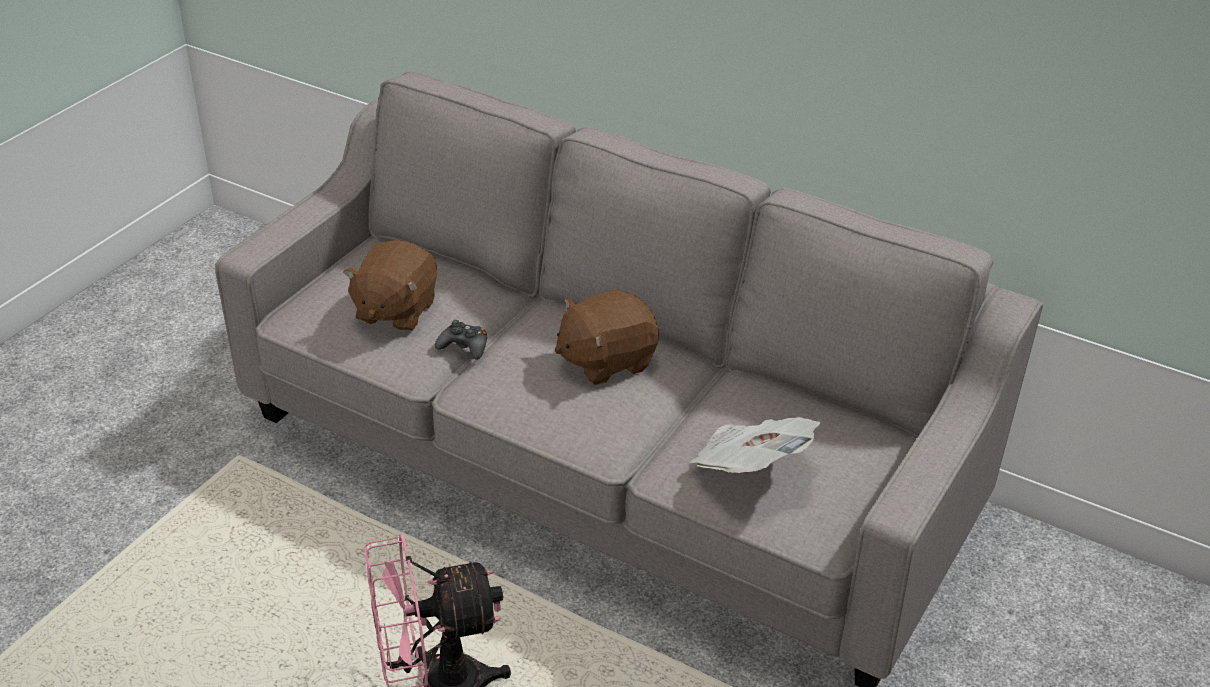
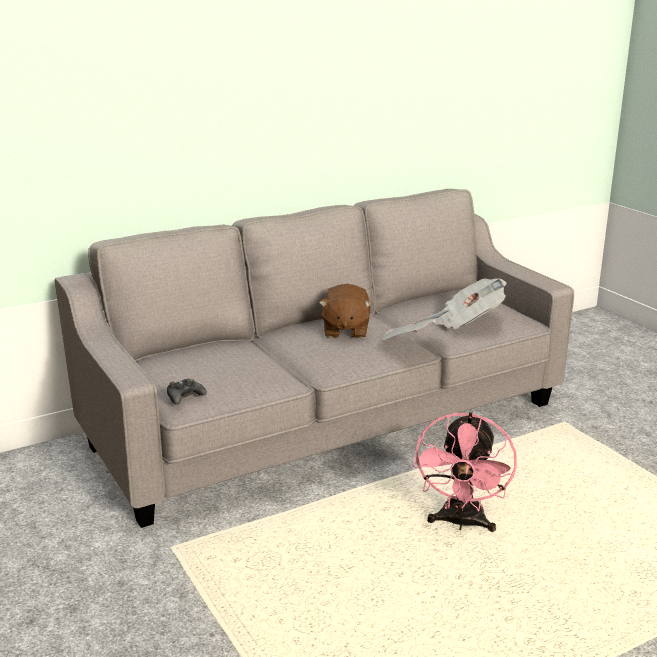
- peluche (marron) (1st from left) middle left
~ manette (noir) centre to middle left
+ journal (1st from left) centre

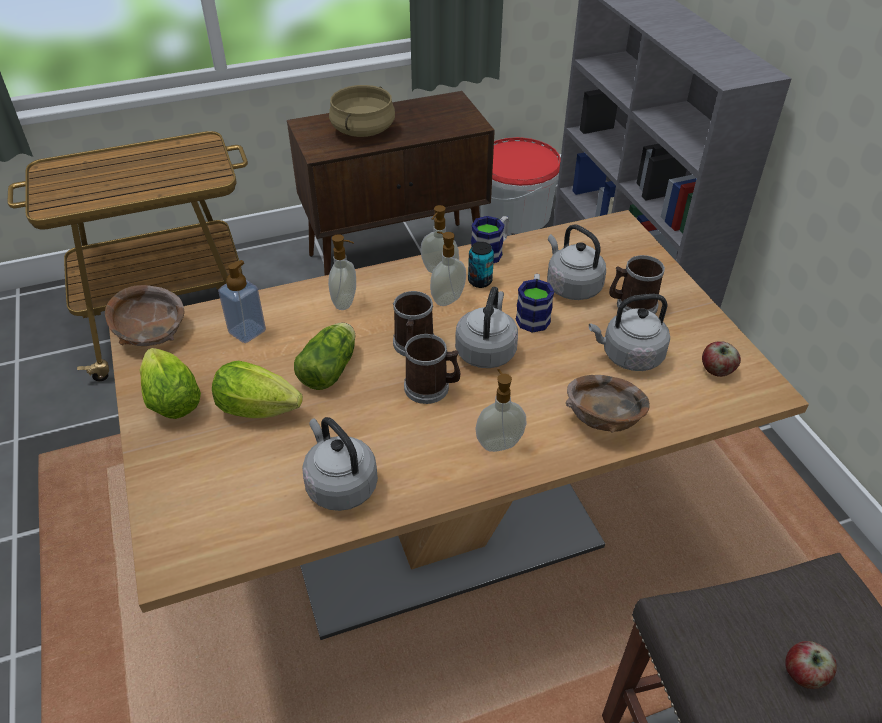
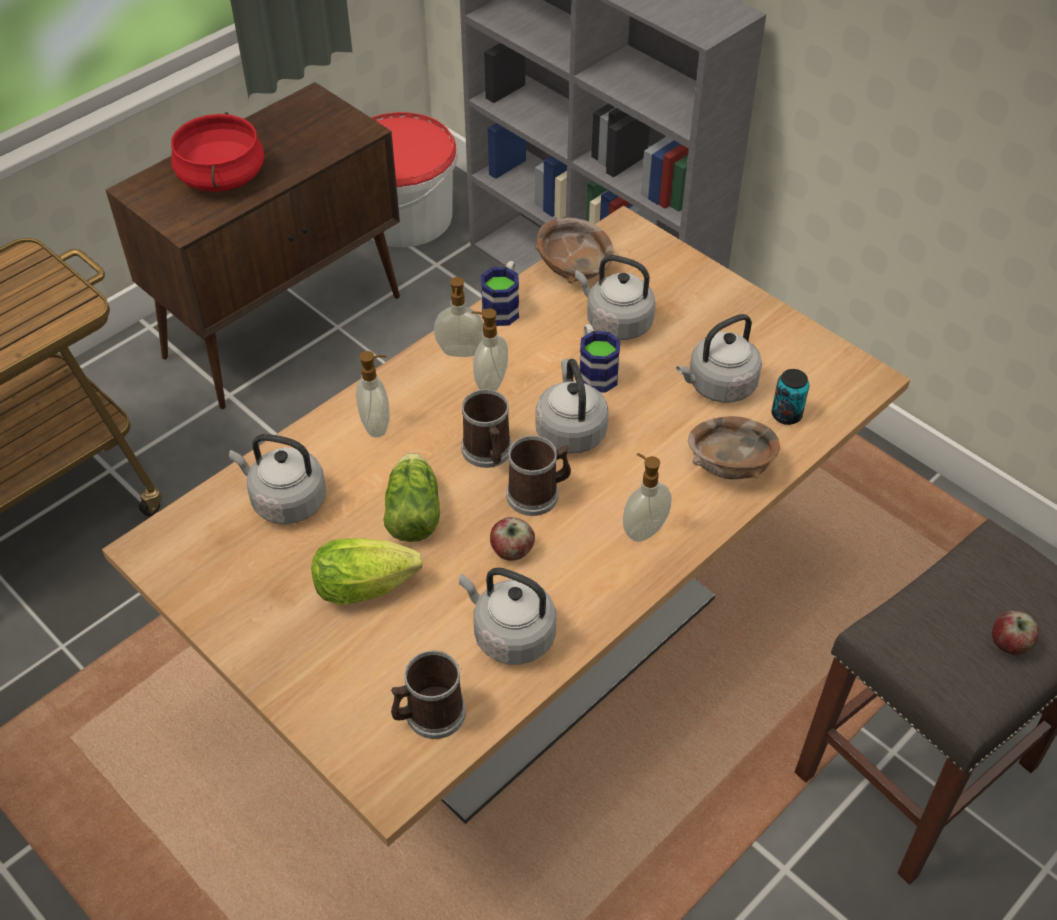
~ bol (marron) (1st from left) middle left to top centre
- laitue (1st from left) middle left
~ distributeur de savon (1st from left) middle left to bouilloire (gris) (1st from left) middle left
~ marmite (beige) top centre to marmite (rouge) top left
~ boîte métallique centre to middle right
~ mug (5th from left in the first image) middle right to mug (1st from left) bottom centre
~ pomme (1st from left) middle right to centre

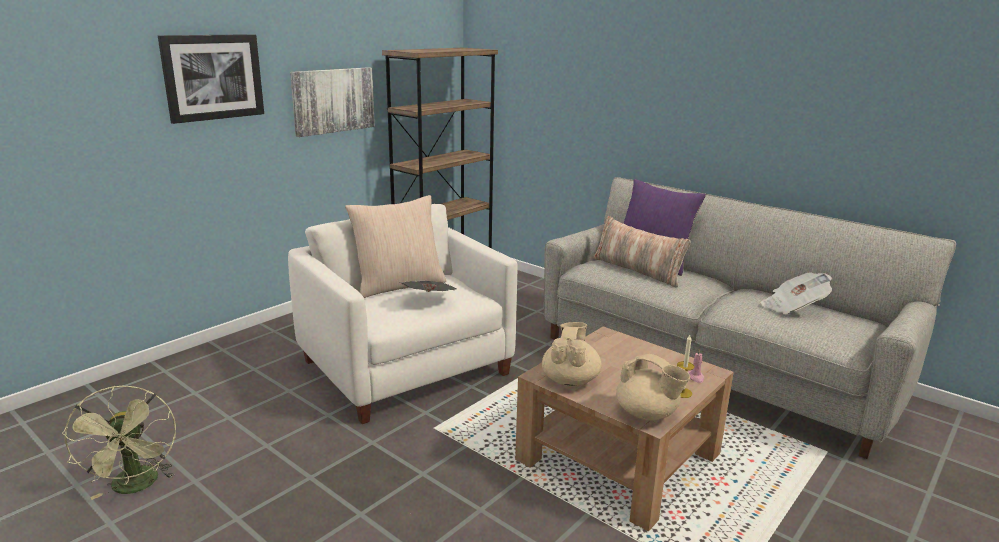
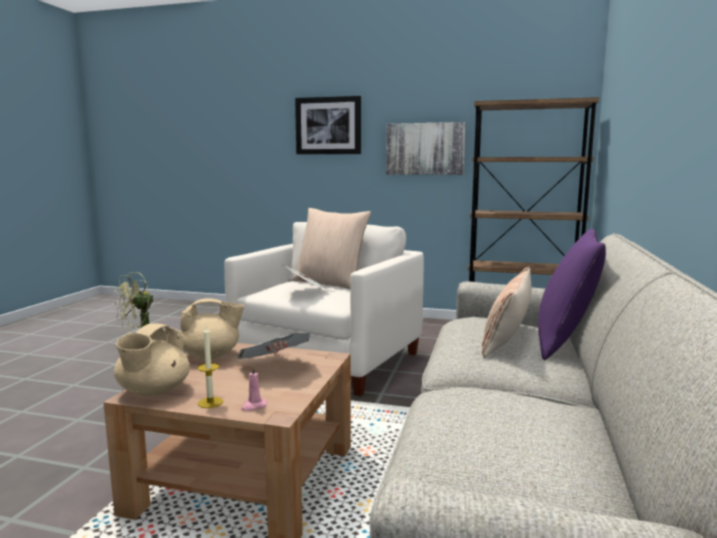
~ journal (2nd from left in the first image) middle right to journal (1st from left) centre

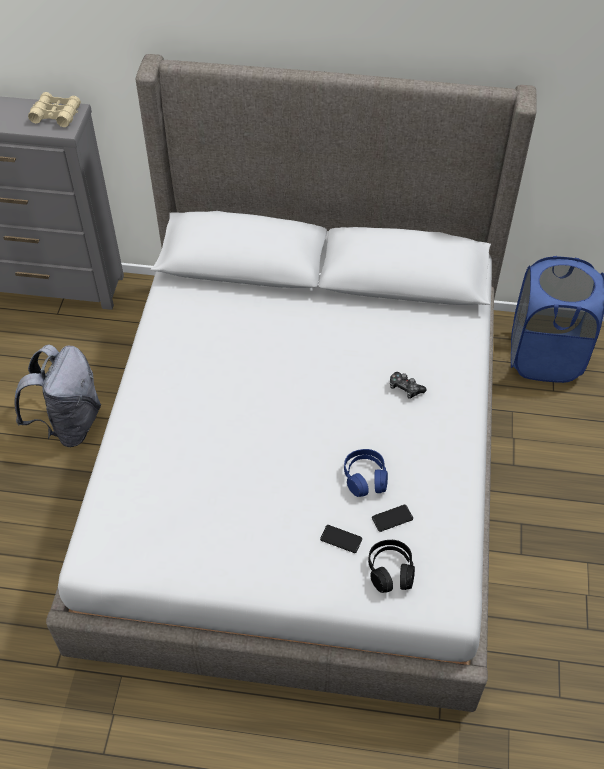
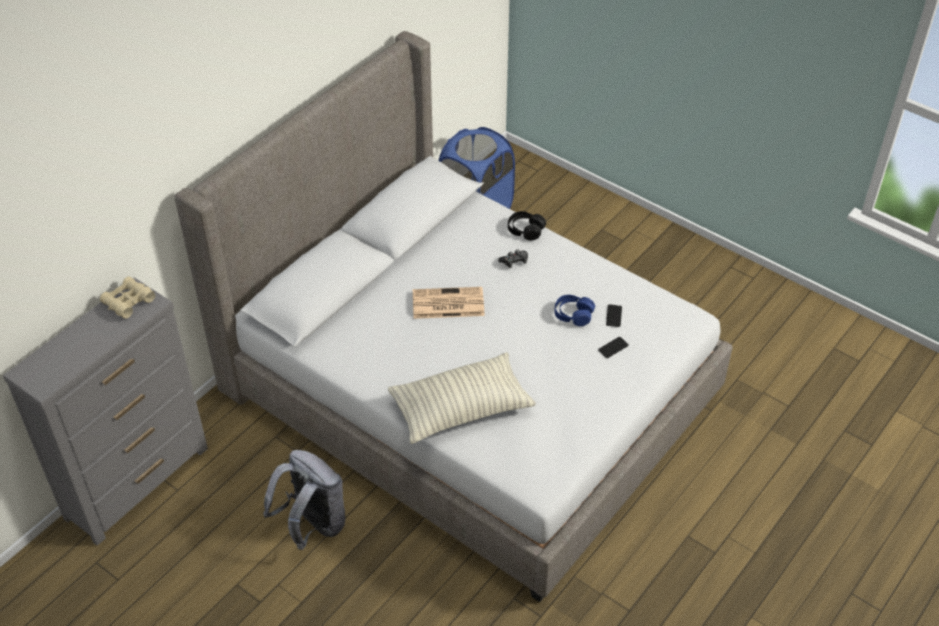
~ casque audio (noir) bottom centre to centre
+ coussin centre
+ journal centre

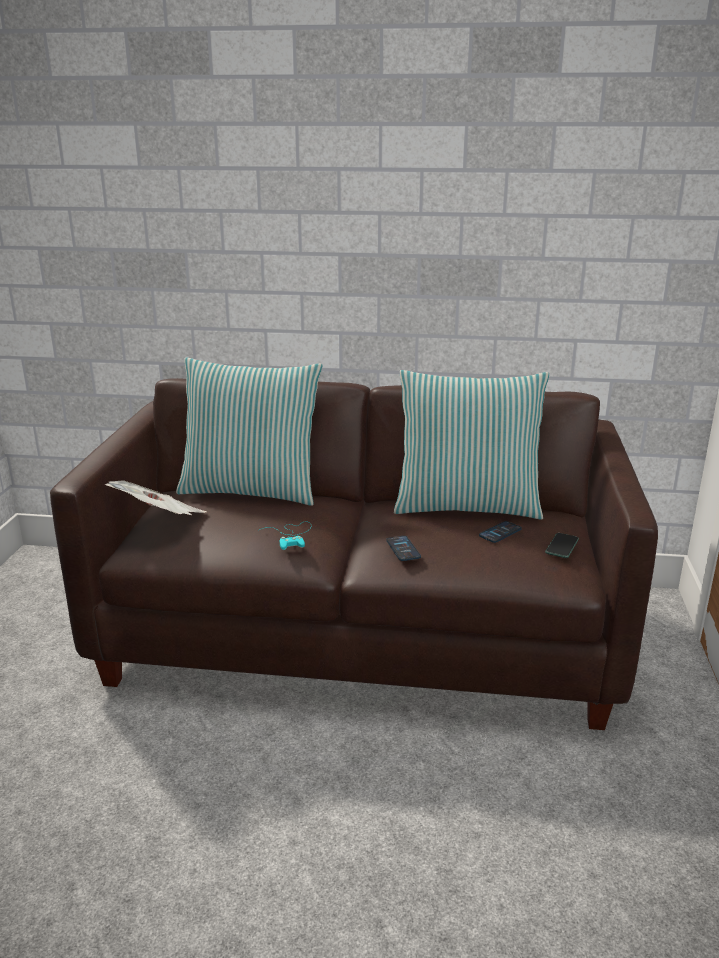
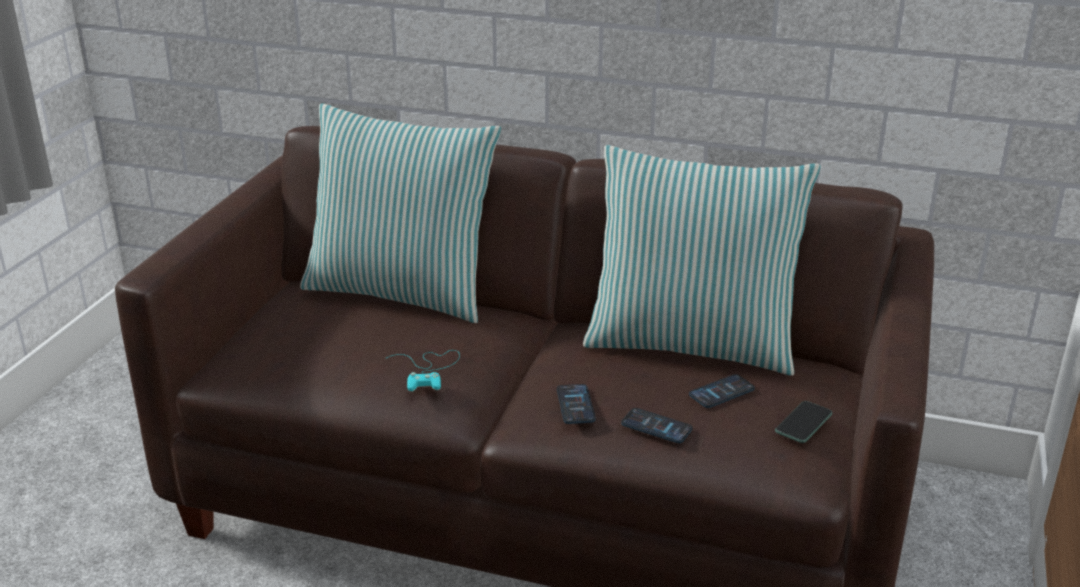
- journal middle left
+ téléphone (2nd from left) bottom centre

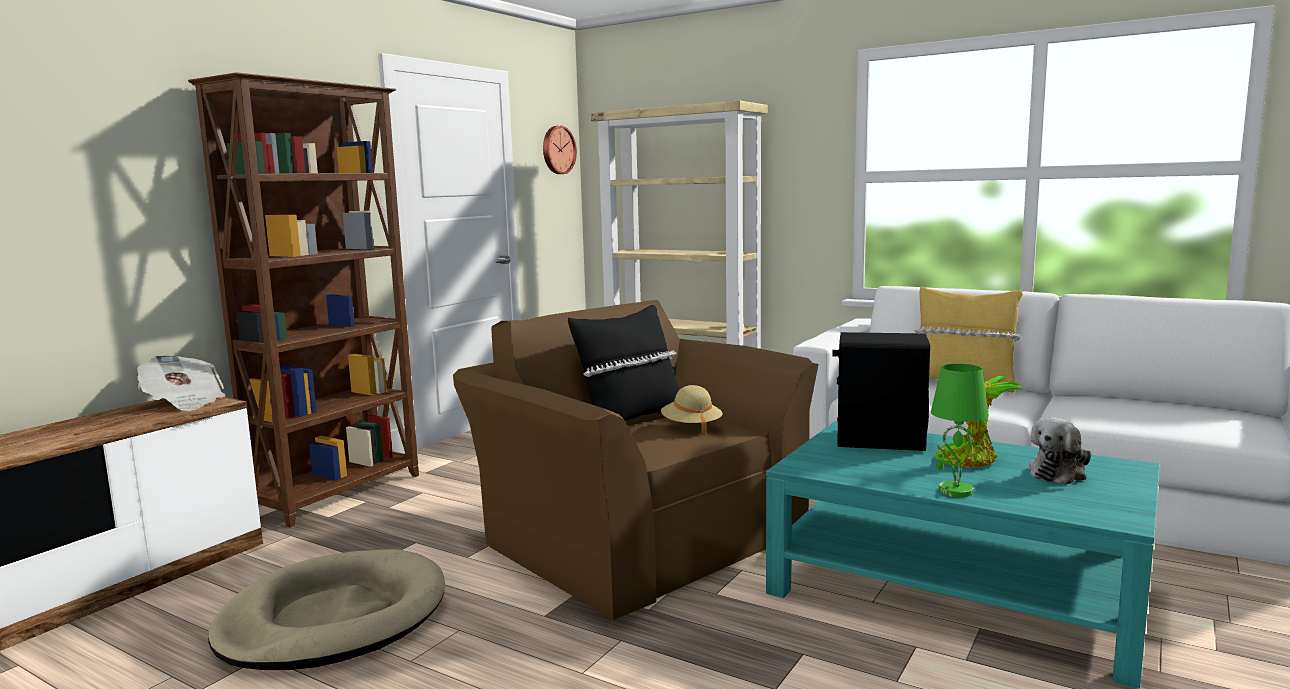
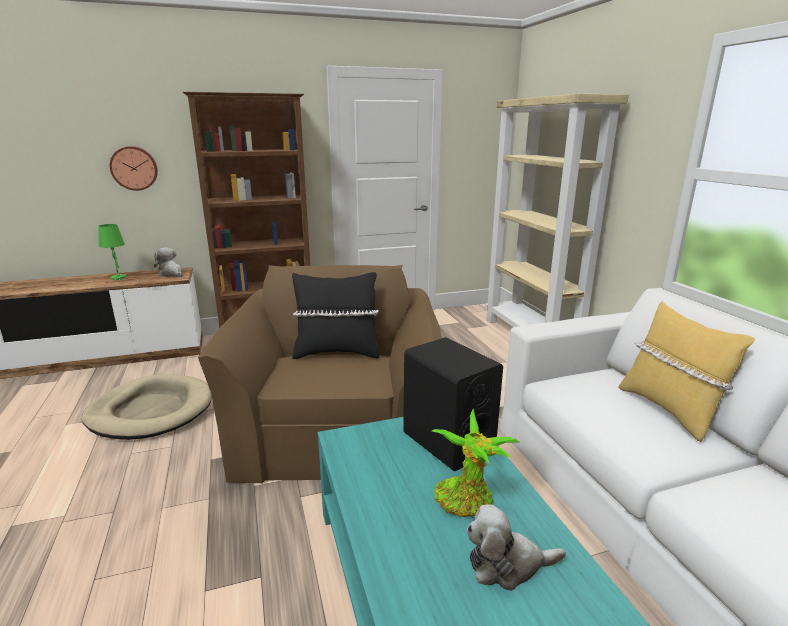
~ journal middle left to peluche (1st from left) middle left
~ horloge murale top centre to top left
- chapeau (beige) centre
~ lampe de table (vert) middle right to middle left

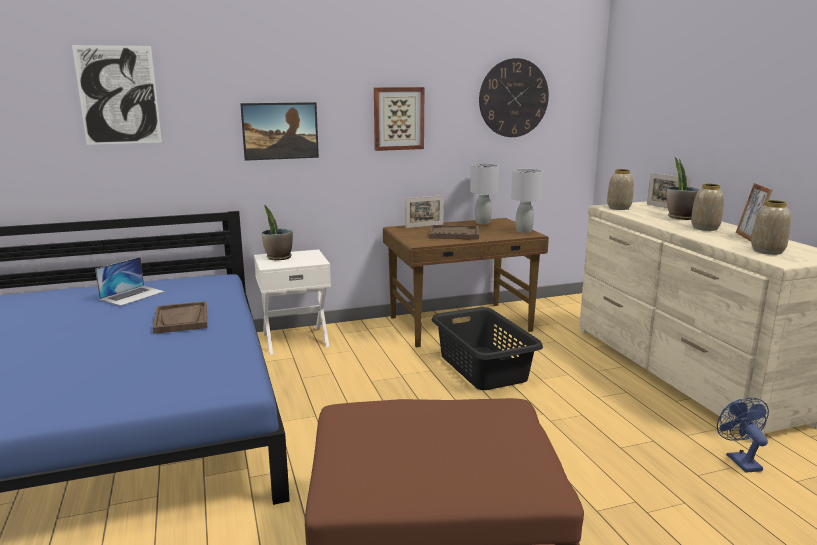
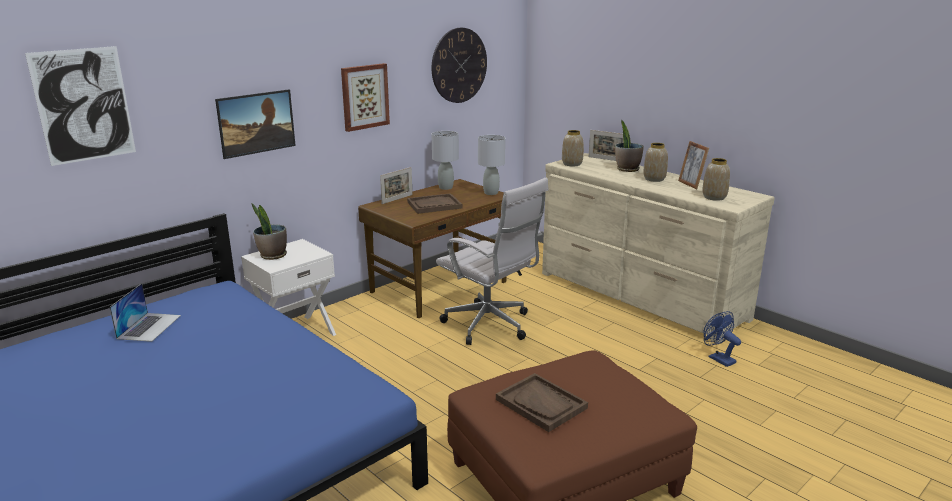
~ plateau (marron) (1st from left in the first image) middle left to plateau (marron) (2nd from left) bottom centre
~ panier à linge (noir) centre to chaise de bureau (blanc) centre

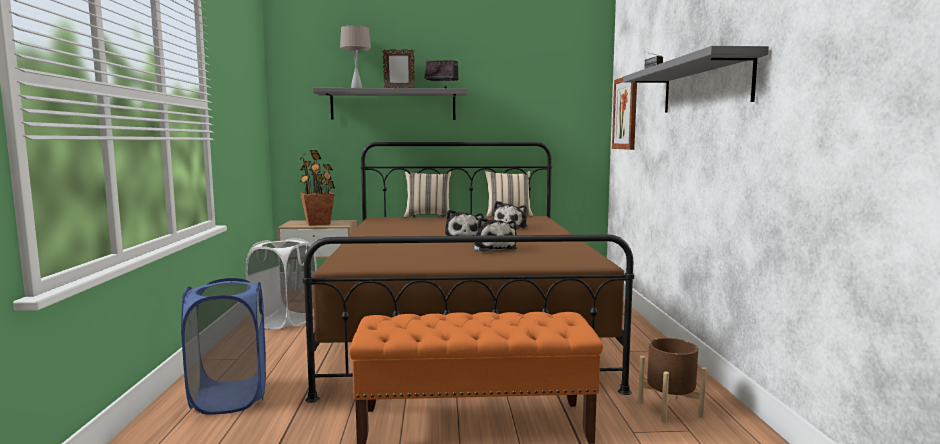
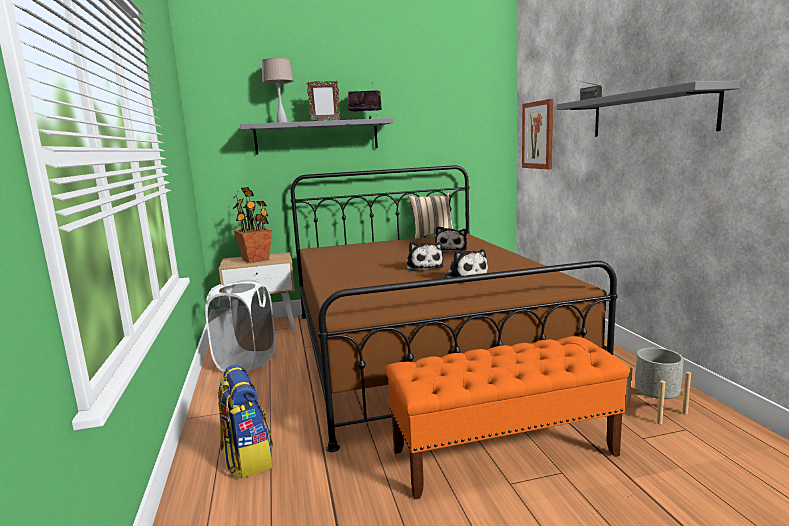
~ panier à linge (bleu) bottom left to sac à dos bottom left
- coussin (beige) (1st from left) centre
~ cache-pot (marron) bottom right to cache-pot (gris) bottom right

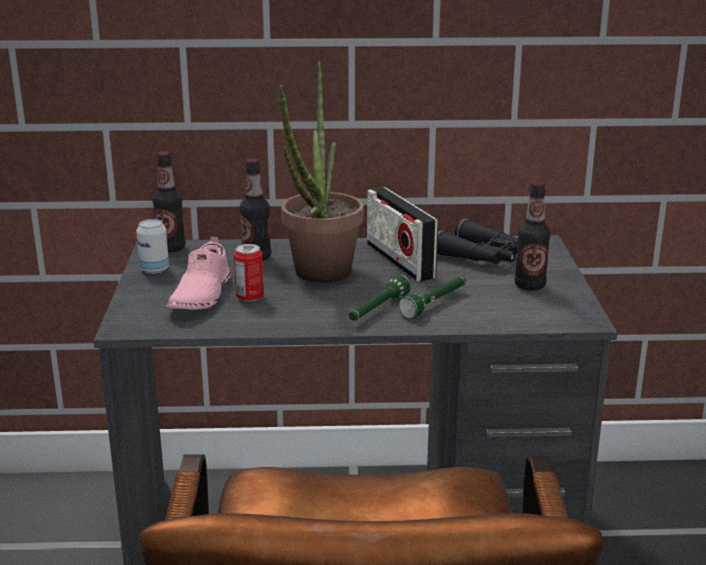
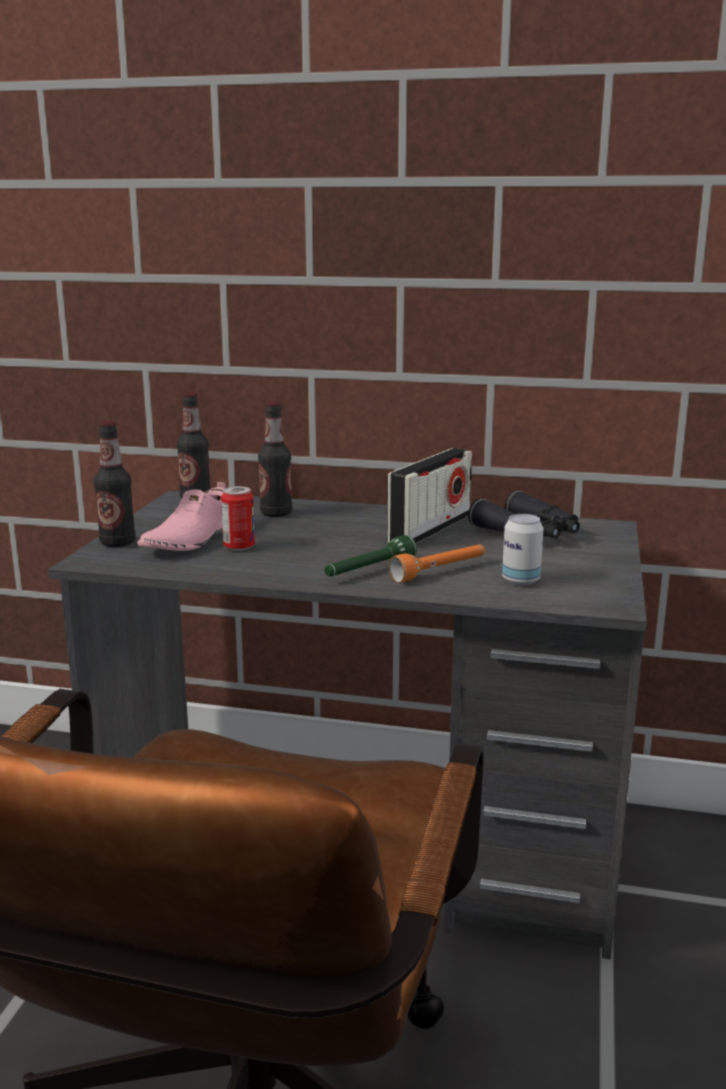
~ boîte métallique (1st from left in the first image) middle left to boîte métallique (2nd from left) middle right
- plante en pot top centre
~ radio centre = centre 135 degrees counterclockwise
~ lampe de poche (vert) (2nd from left) centre to lampe de poche (orange) centre
~ bouteille (3rd from left in the first image) middle right to bouteille (1st from left) middle left

